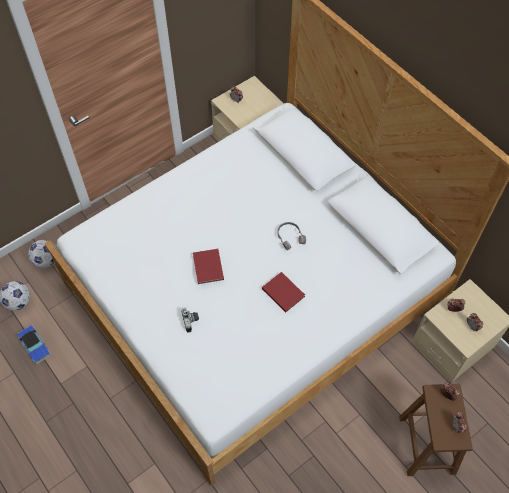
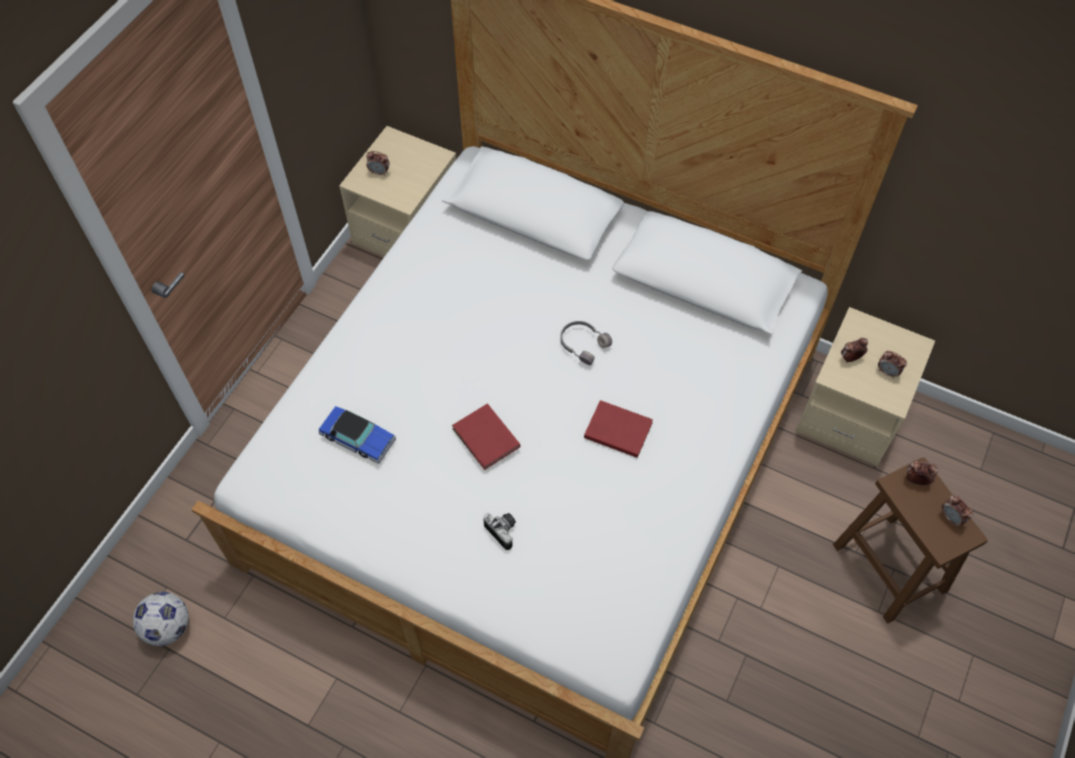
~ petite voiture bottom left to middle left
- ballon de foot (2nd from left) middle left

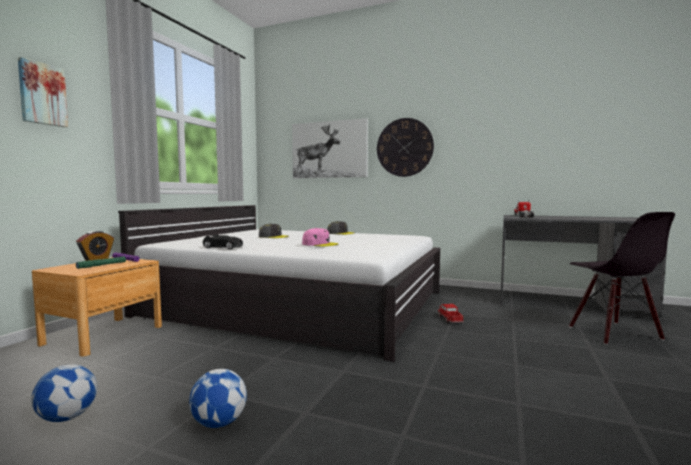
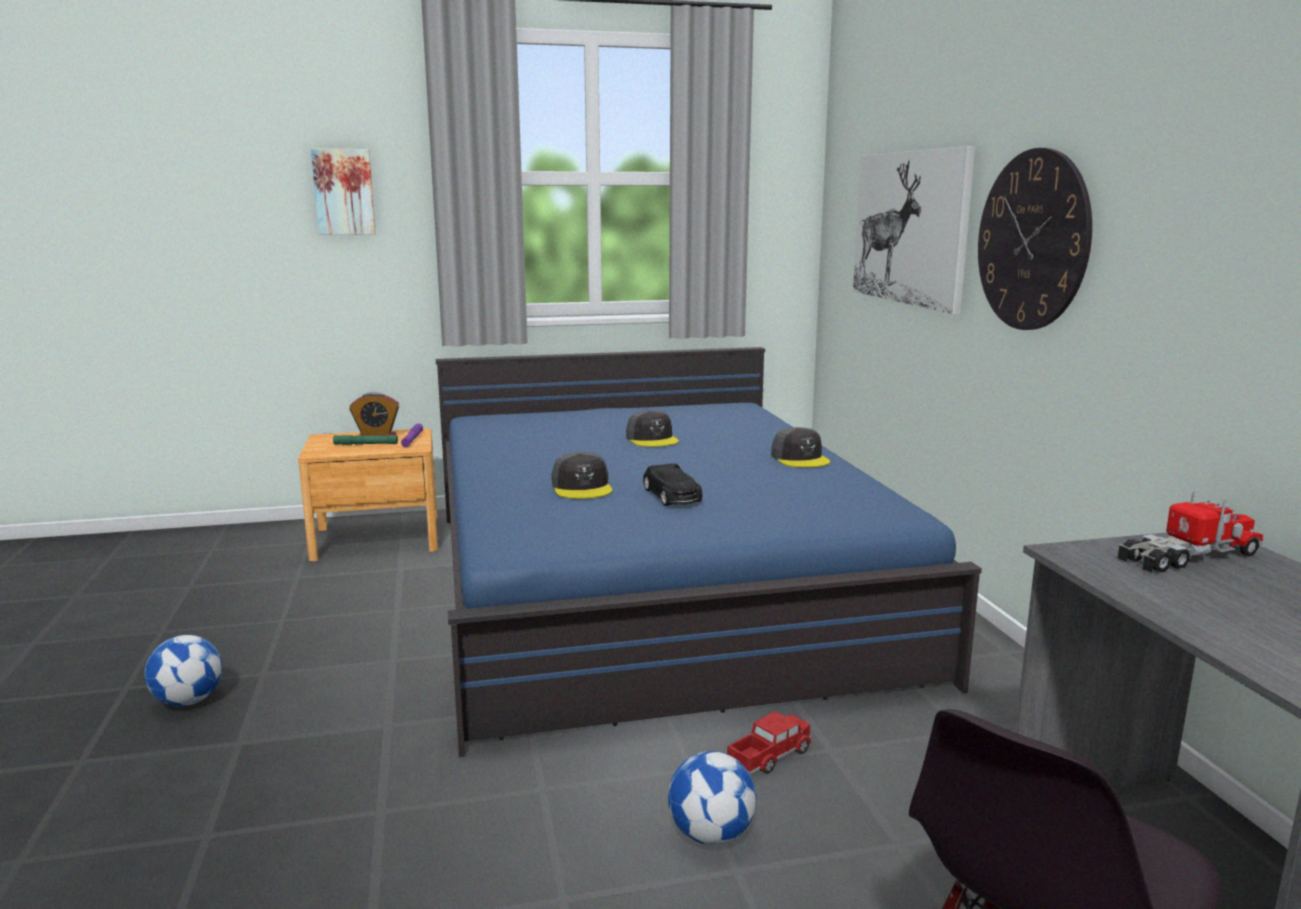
~ ballon de foot (1st from left in the first image) bottom left to ballon de foot (2nd from left) bottom centre
~ lit (blanc) centre to lit (bleu) centre
~ petite voiture (noir) middle left to centre
~ casquette (rose) centre to casquette (gris) (1st from left) centre

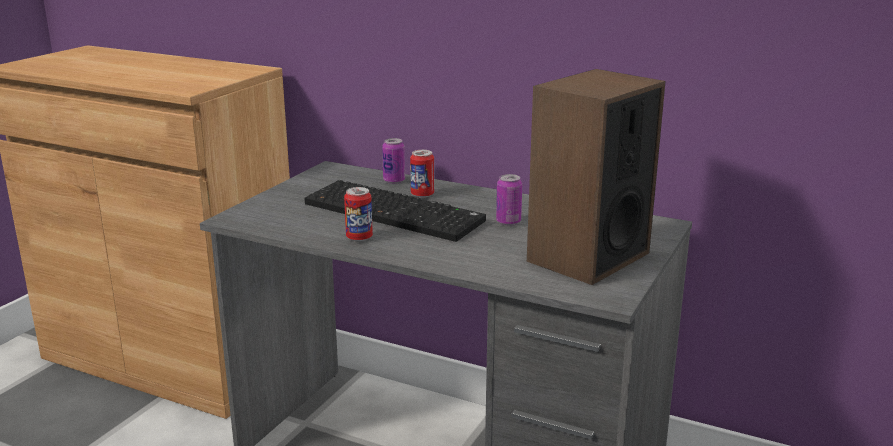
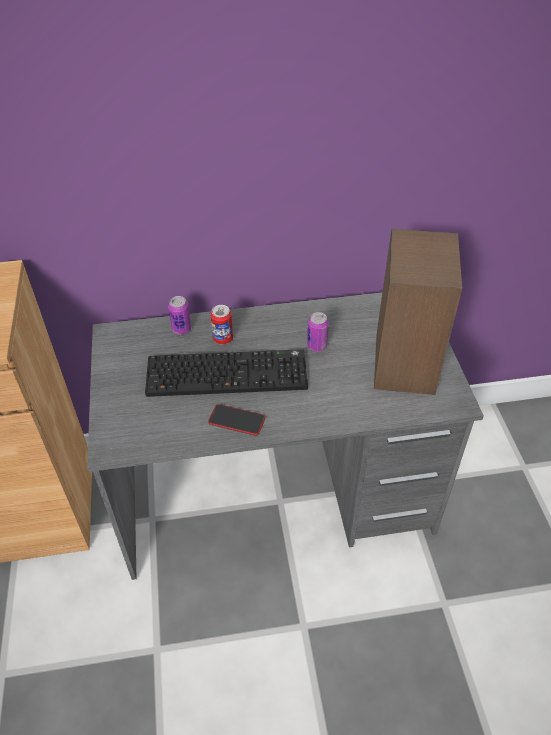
~ boîte métallique (1st from left) centre to téléphone centre

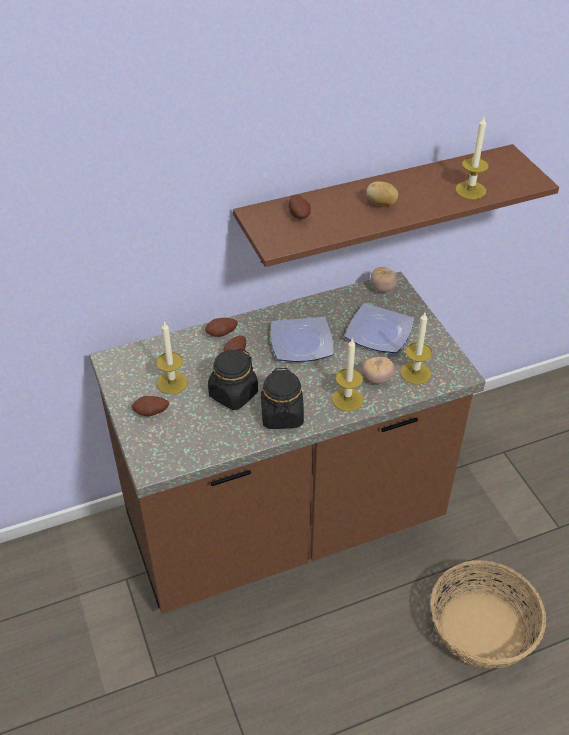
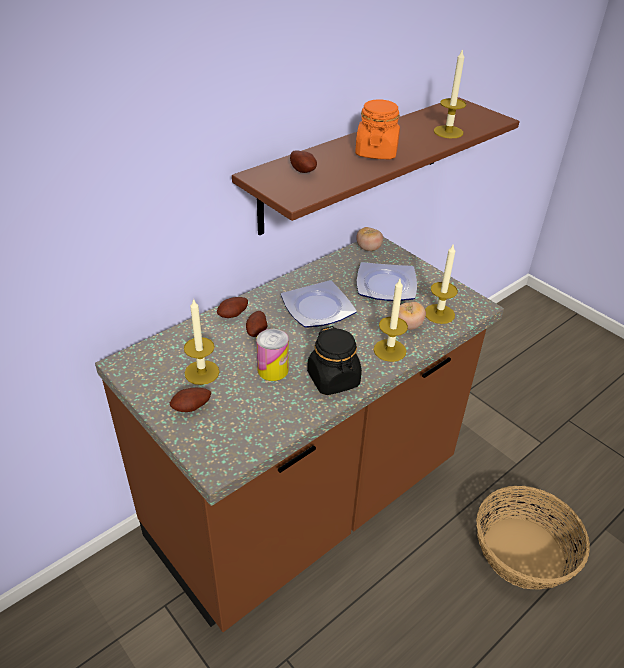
~ bocal (noir) (1st from left) centre to boîte métallique centre
~ pomme de terre (5th from left) top right to bocal (orange) top centre

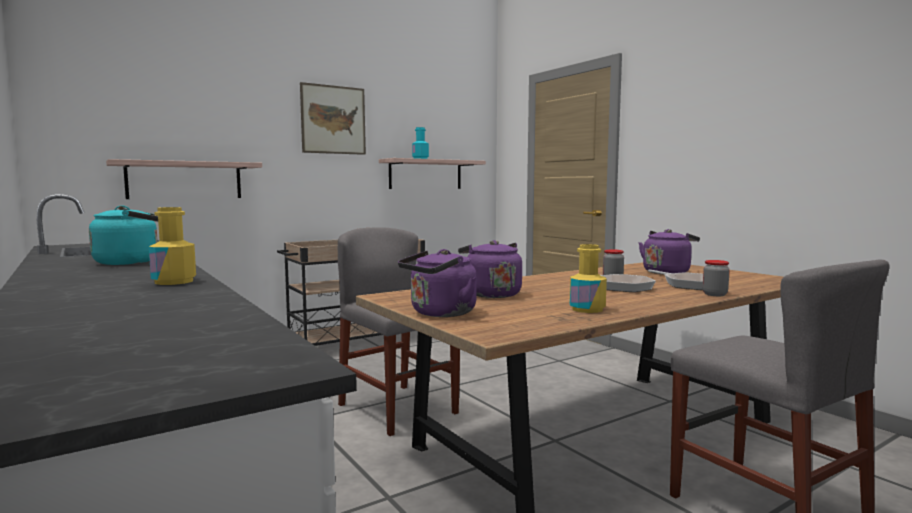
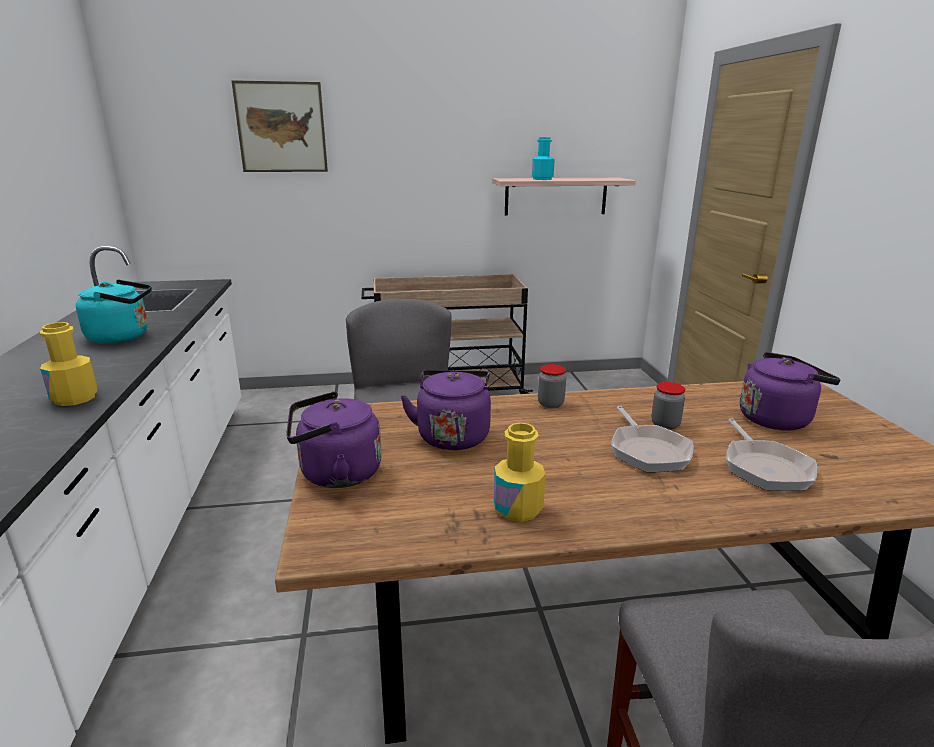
- étagère (1st from left) middle left
~ tableau top centre to top left
~ bocal (2nd from left in the first image) middle right to bocal (1st from left) centre

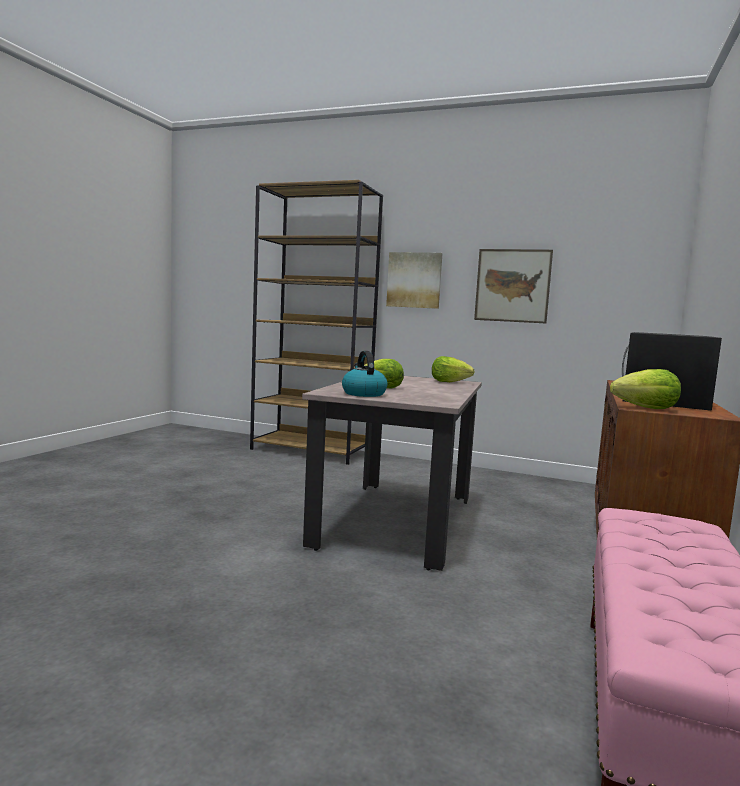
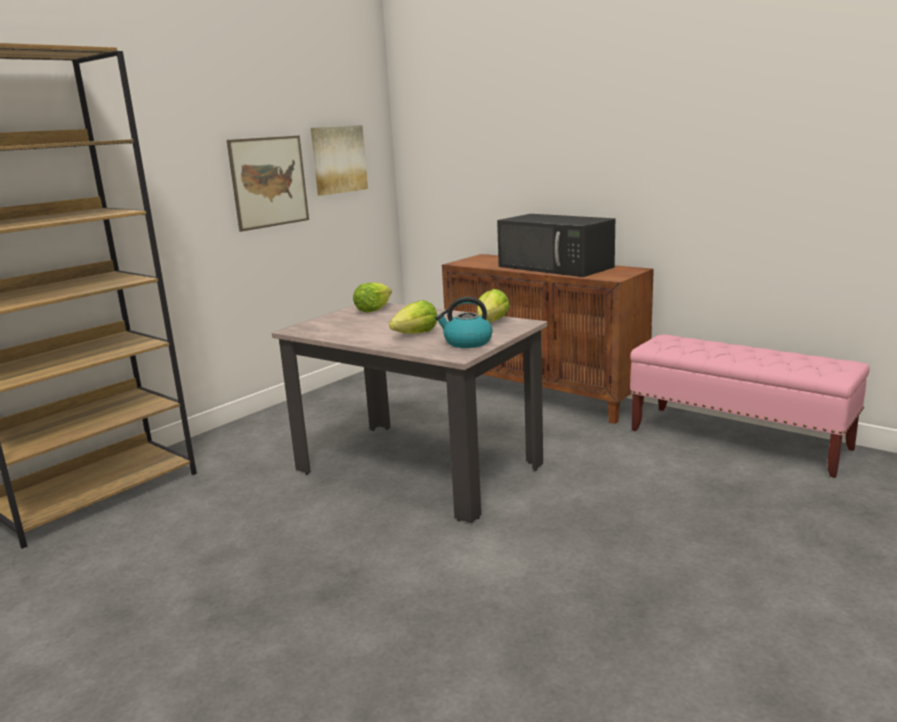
~ tableau (1st from left in the first image) centre to tableau (2nd from left) top centre
~ laitue (3rd from left) middle right to centre

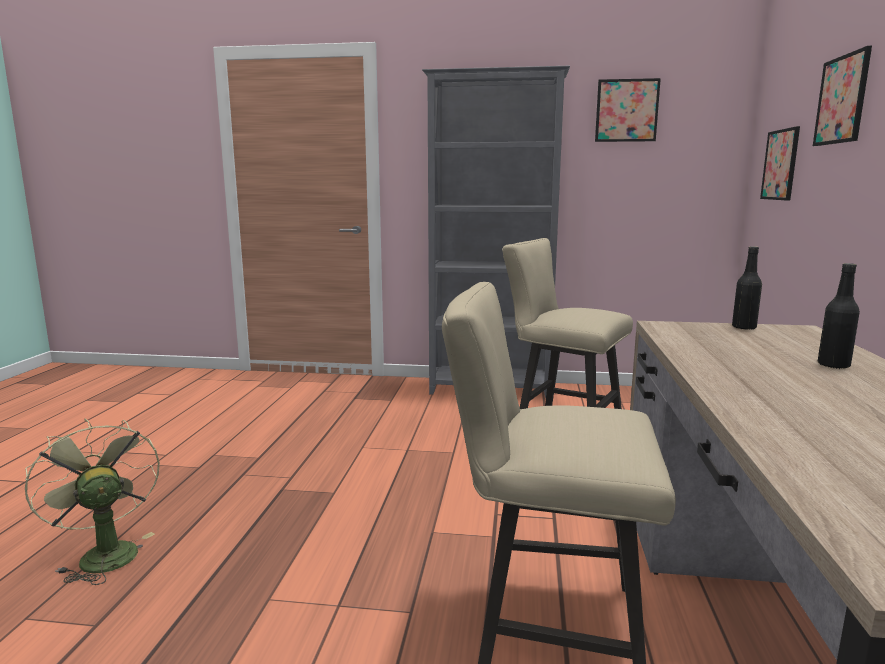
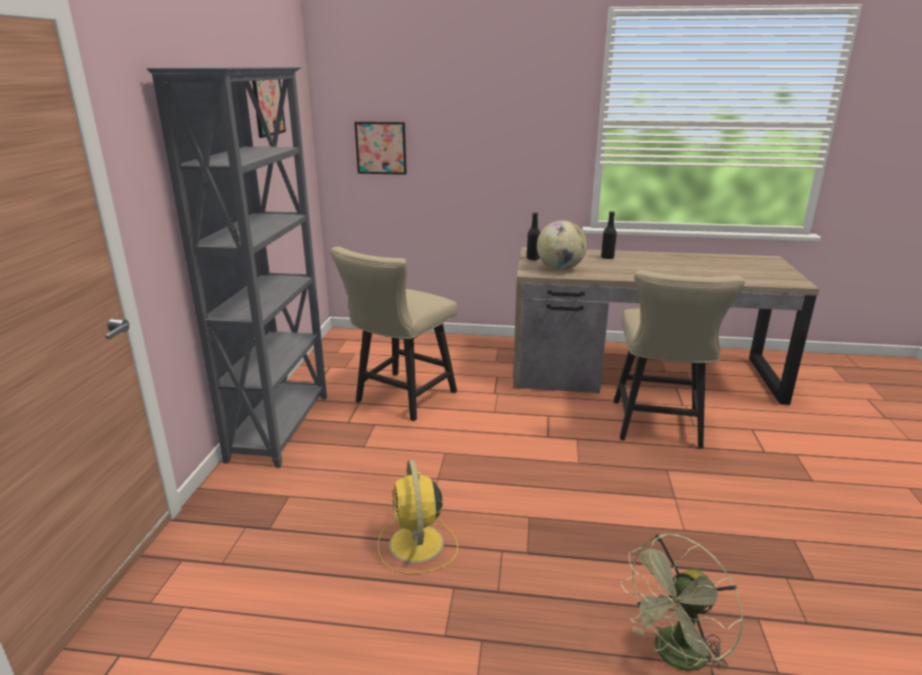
- tableau (3rd from left) top right
+ ventilateur (jaune) bottom centre
+ globe centre

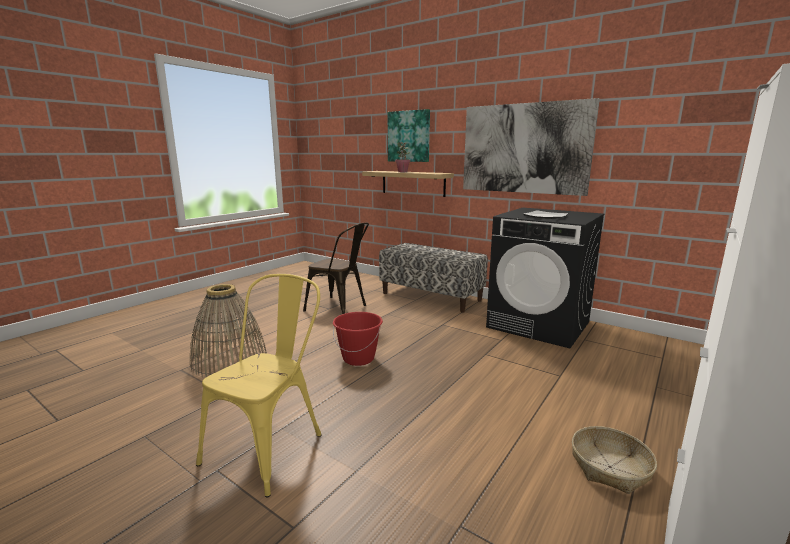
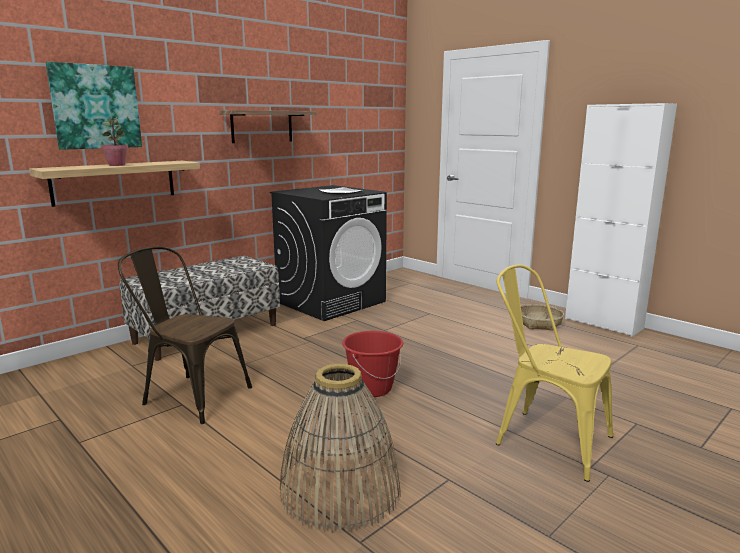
~ chaise (marron) centre = middle left 105 degrees counterclockwise
~ tableau (2nd from left) top right to étagère (2nd from left) top centre

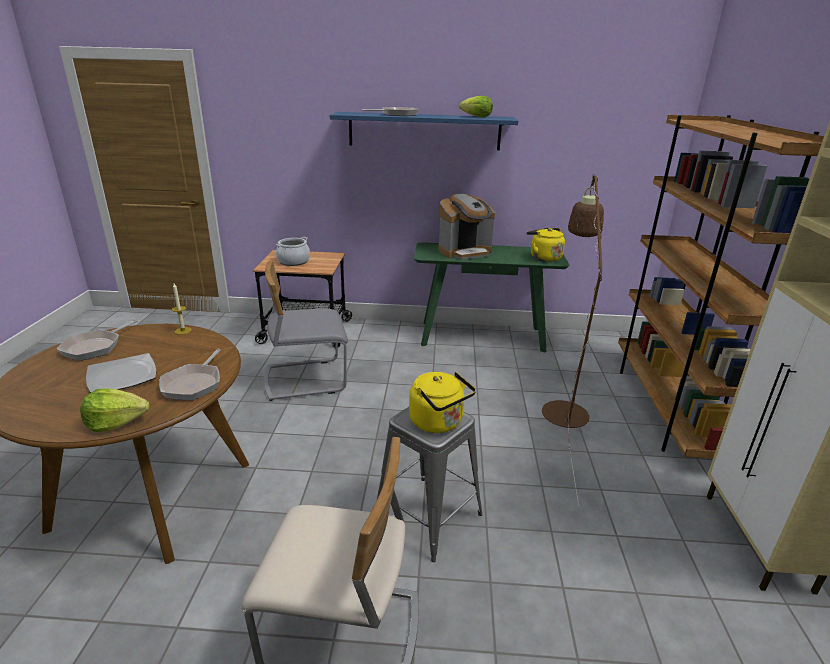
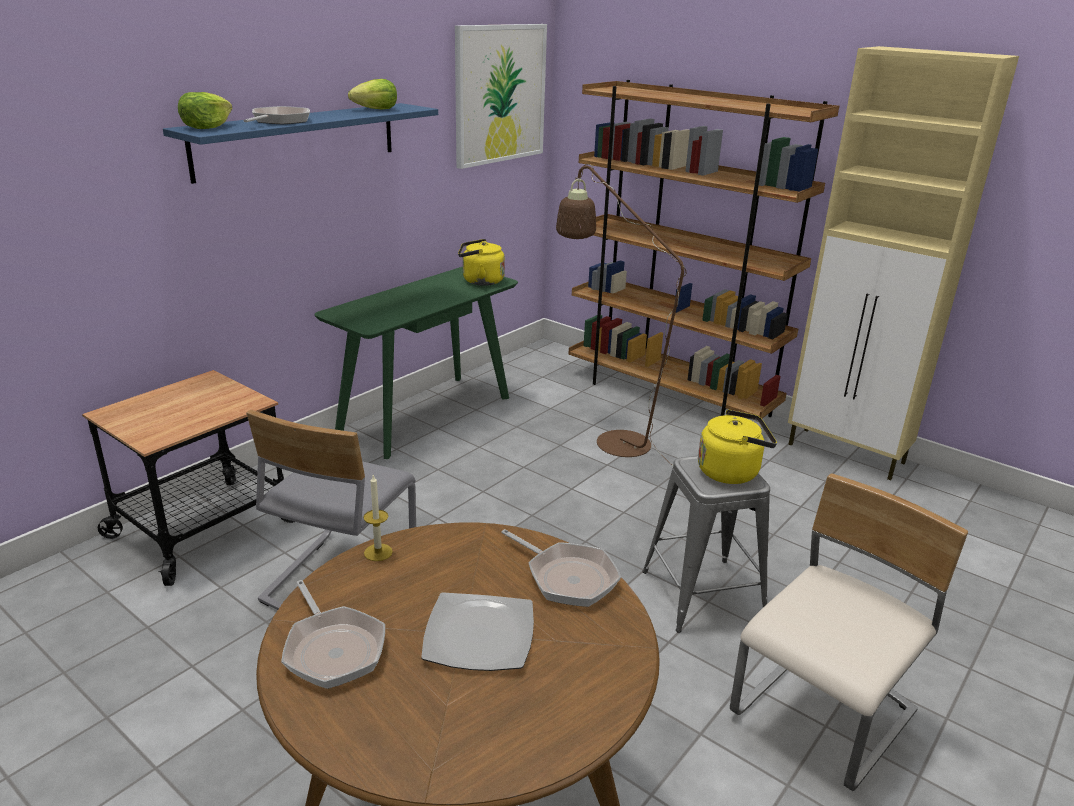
~ laitue (1st from left) middle left to top left
- marmite centre
- machine à café centre
+ tableau top centre

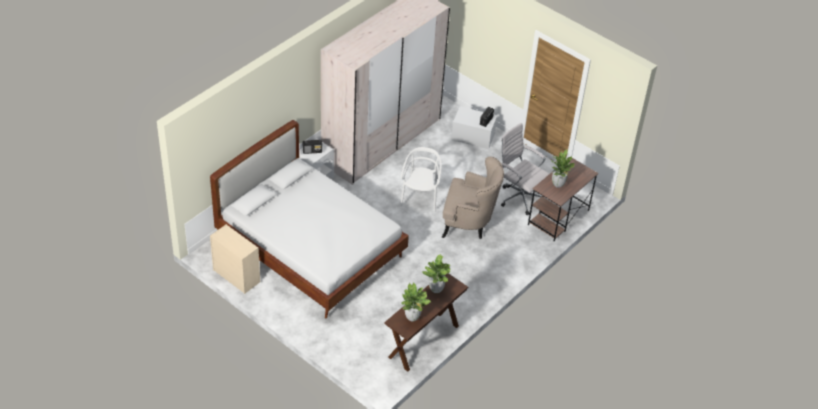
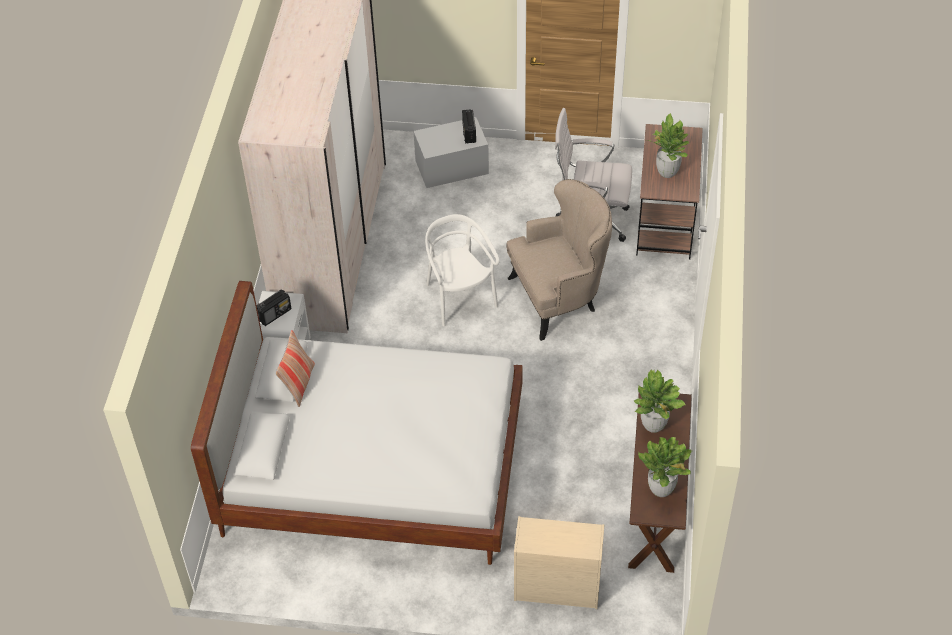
~ commode (beige) middle left to bottom centre
+ coussin middle left

